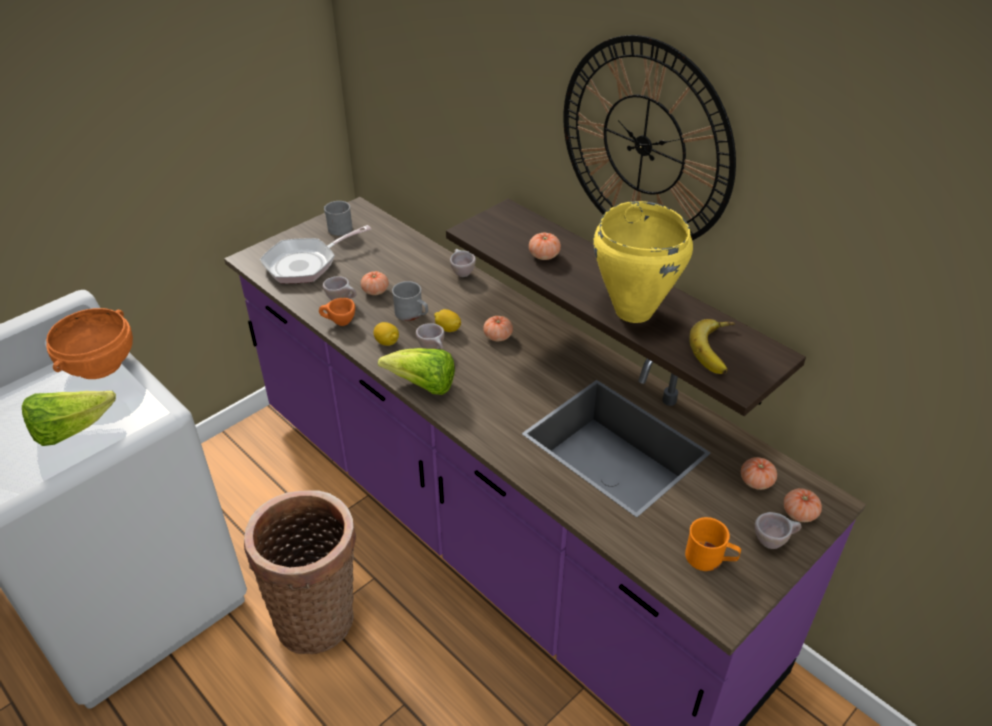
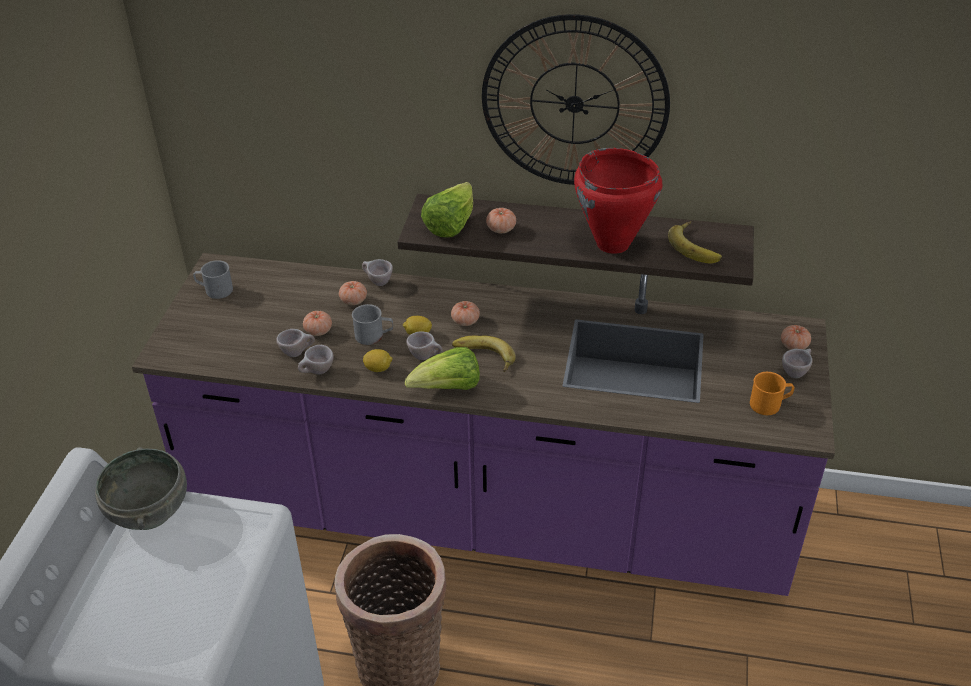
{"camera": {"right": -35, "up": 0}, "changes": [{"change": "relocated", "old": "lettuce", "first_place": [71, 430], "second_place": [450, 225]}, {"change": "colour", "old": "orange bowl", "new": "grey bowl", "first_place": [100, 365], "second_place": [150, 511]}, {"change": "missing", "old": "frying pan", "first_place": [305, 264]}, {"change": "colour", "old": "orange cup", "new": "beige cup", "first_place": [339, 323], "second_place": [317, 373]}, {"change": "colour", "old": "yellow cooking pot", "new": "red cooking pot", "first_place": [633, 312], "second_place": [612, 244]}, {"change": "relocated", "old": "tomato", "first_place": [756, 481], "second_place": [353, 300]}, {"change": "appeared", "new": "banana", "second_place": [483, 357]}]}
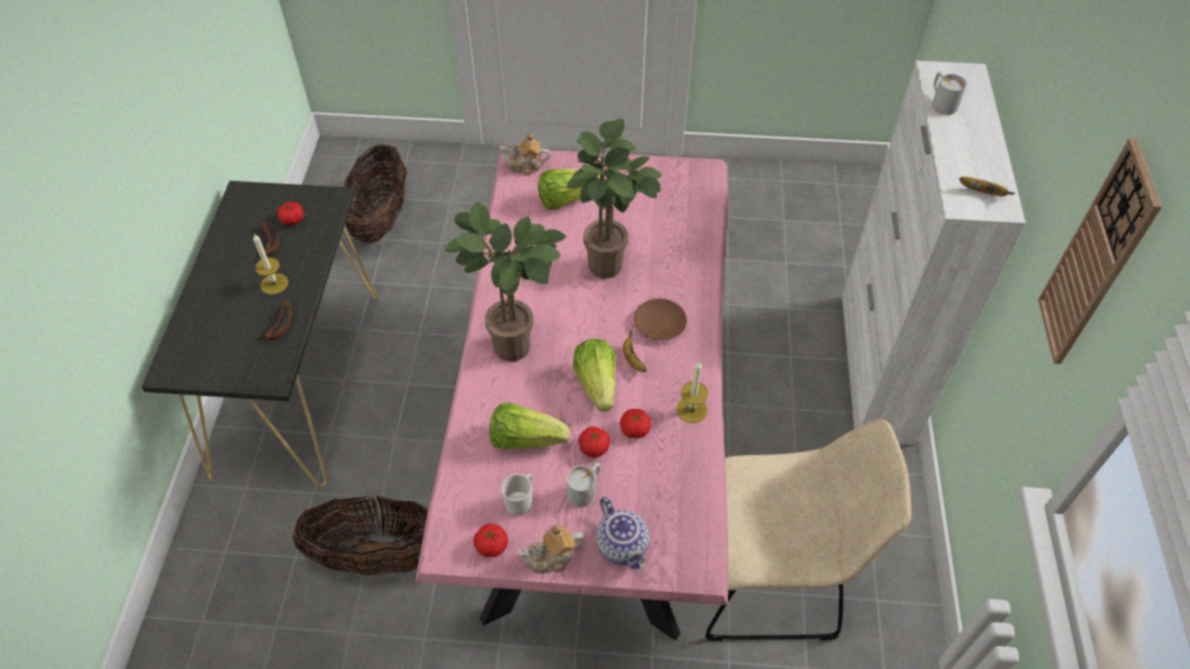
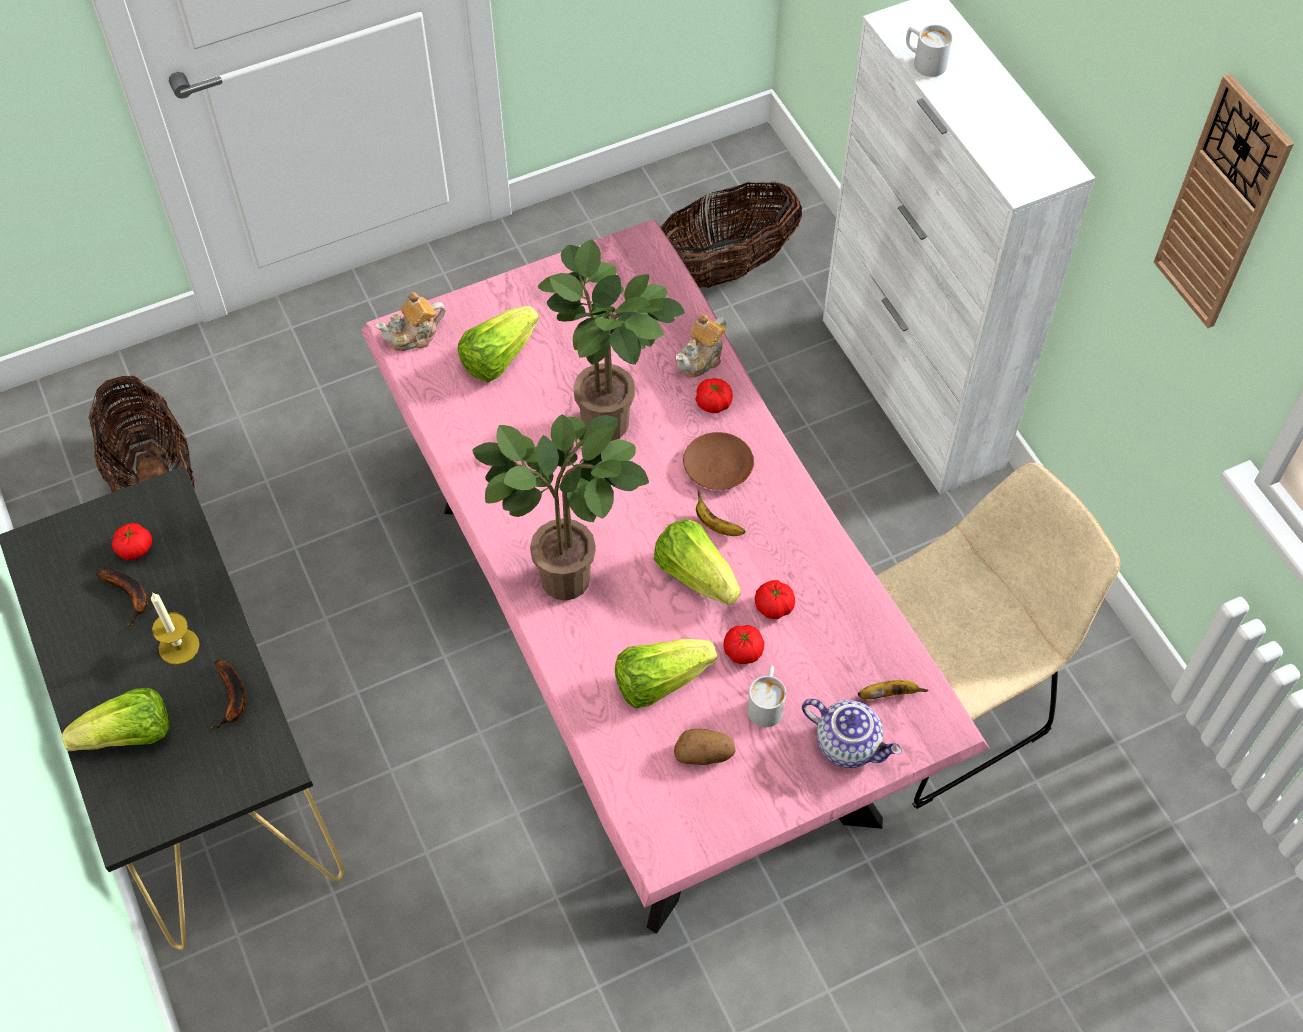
{"camera": {"right": -30, "up": 5}, "changes": [{"change": "relocated", "old": "basket", "first_place": [379, 556], "second_place": [723, 268]}, {"change": "relocated", "old": "tomato", "first_place": [491, 545], "second_place": [713, 403]}, {"change": "exchanged", "old": "mug", "new": "potato", "first_place": [520, 501], "second_place": [704, 754]}, {"change": "relocated", "old": "teapot", "first_place": [552, 557], "second_place": [701, 358]}, {"change": "missing", "old": "candle", "first_place": [691, 409]}, {"change": "relocated", "old": "banana", "first_place": [982, 193], "second_place": [889, 694]}, {"change": "appeared", "new": "lettuce", "second_place": [129, 736]}]}
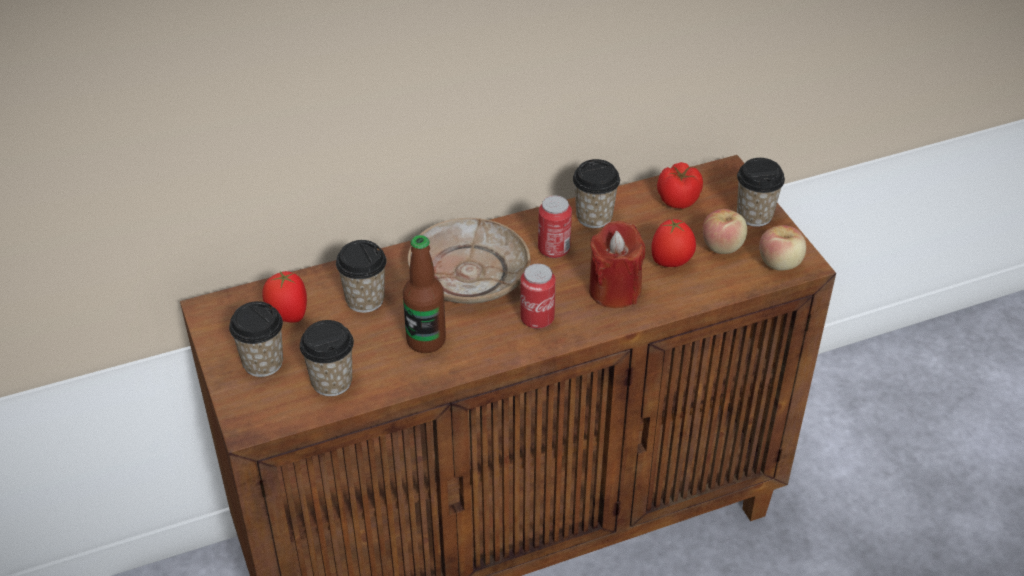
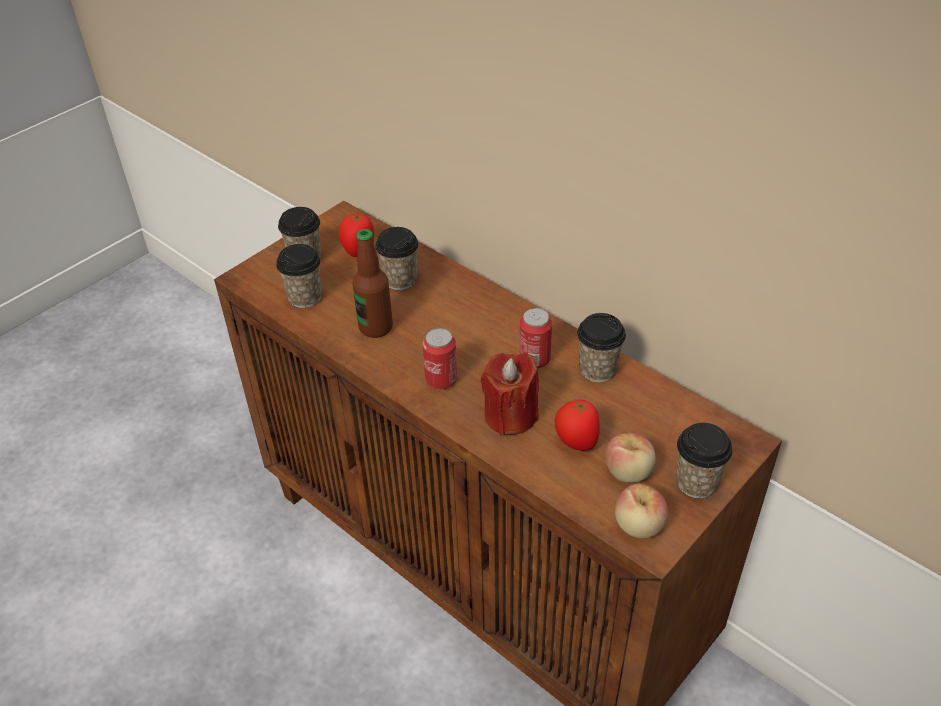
{"camera": {"right": 65, "up": 0}, "changes": [{"change": "missing", "old": "beige plate", "first_place": [469, 274]}, {"change": "missing", "old": "tomato", "first_place": [679, 199]}]}
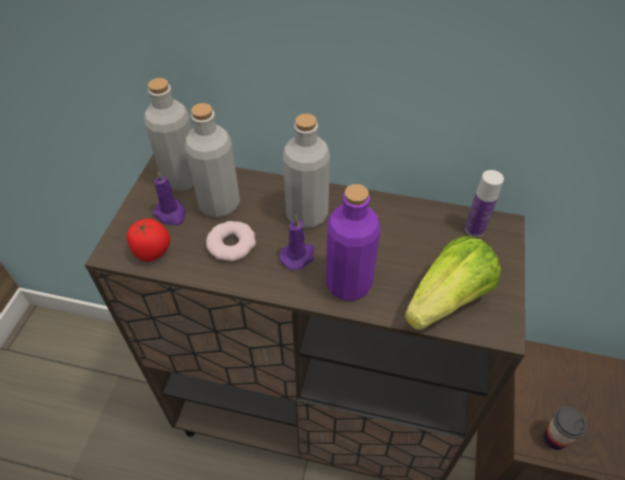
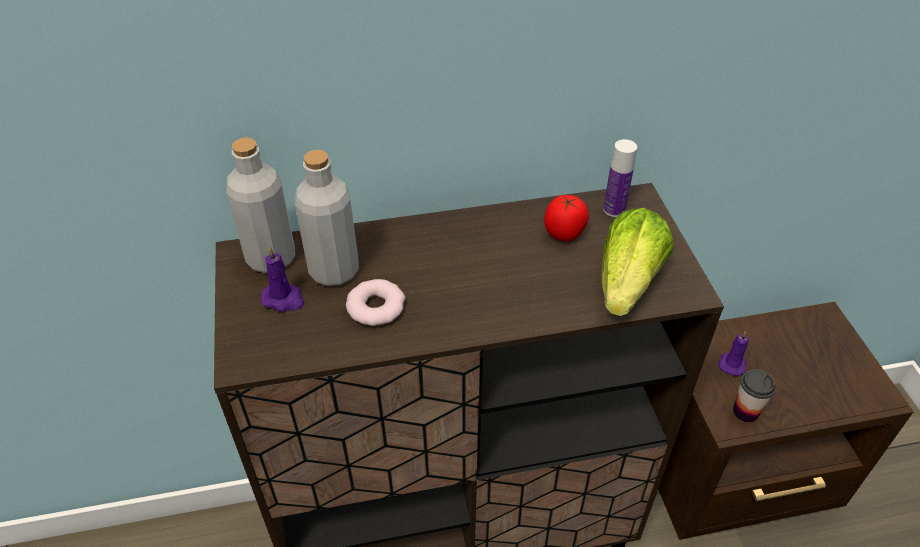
{"camera": {"right": -25, "up": -5}, "changes": [{"change": "relocated", "old": "tomato", "first_place": [153, 253], "second_place": [564, 234]}, {"change": "relocated", "old": "purple candle", "first_place": [298, 256], "second_place": [732, 363]}, {"change": "missing", "old": "grey bottle", "first_place": [307, 214]}, {"change": "missing", "old": "purple bottle", "first_place": [348, 283]}]}
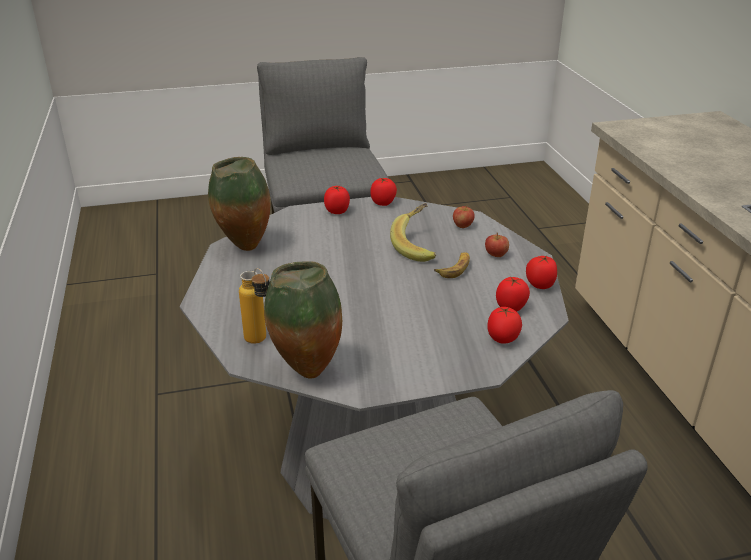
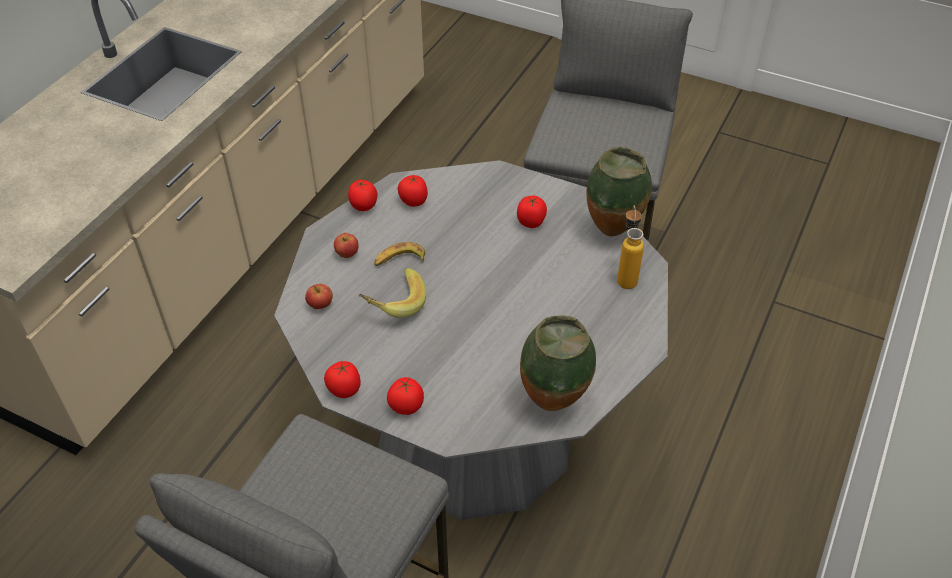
{"camera": {"right": -140, "up": 15}, "changes": [{"change": "relocated", "old": "tomato", "first_place": [502, 340], "second_place": [531, 222]}]}
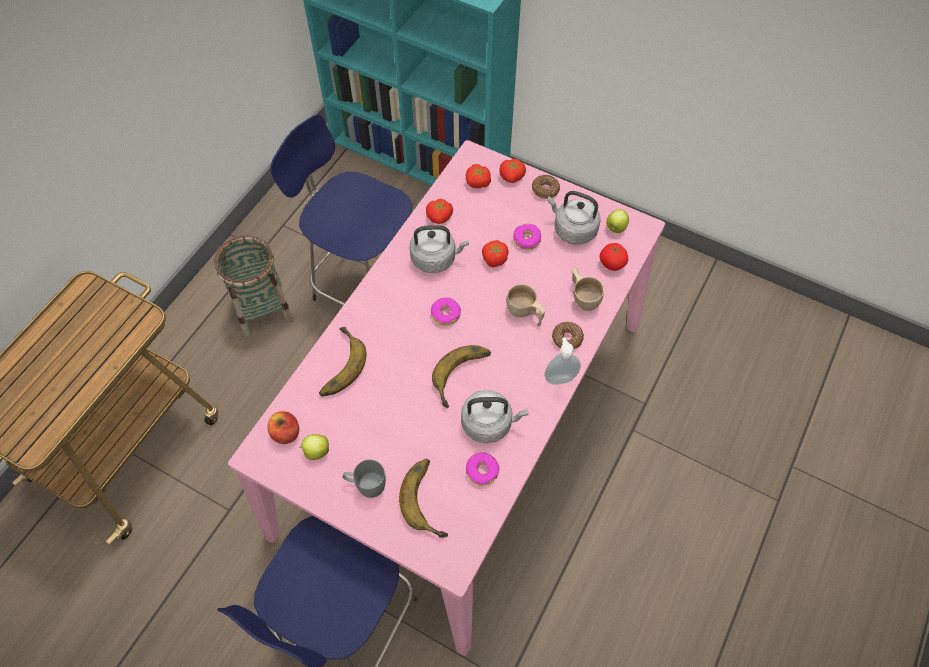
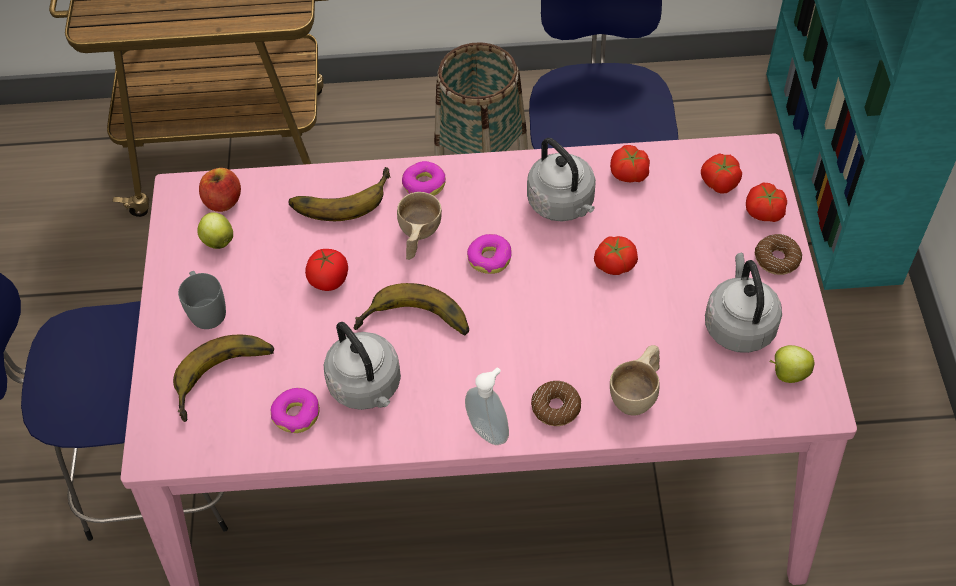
{"camera": {"right": 60, "up": -5}, "changes": [{"change": "relocated", "old": "beige cup", "first_place": [524, 313], "second_place": [417, 237]}, {"change": "relocated", "old": "donut", "first_place": [526, 239], "second_place": [424, 184]}, {"change": "relocated", "old": "tomato", "first_place": [612, 263], "second_place": [329, 280]}]}
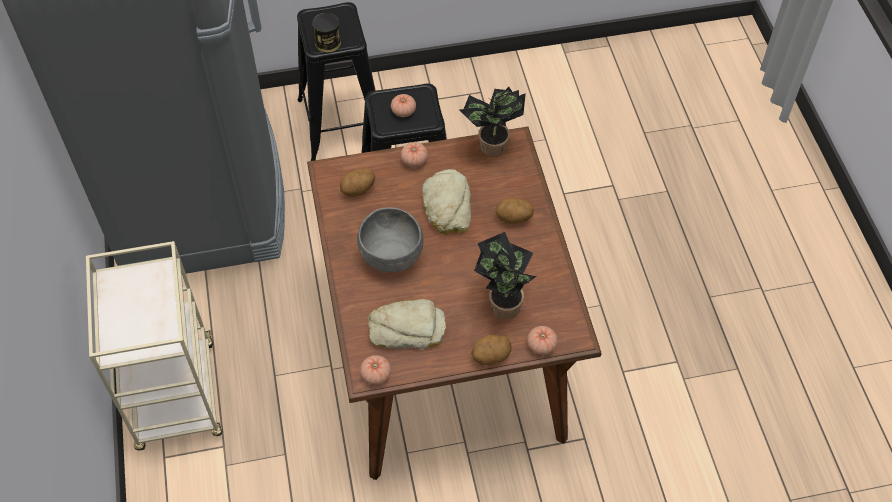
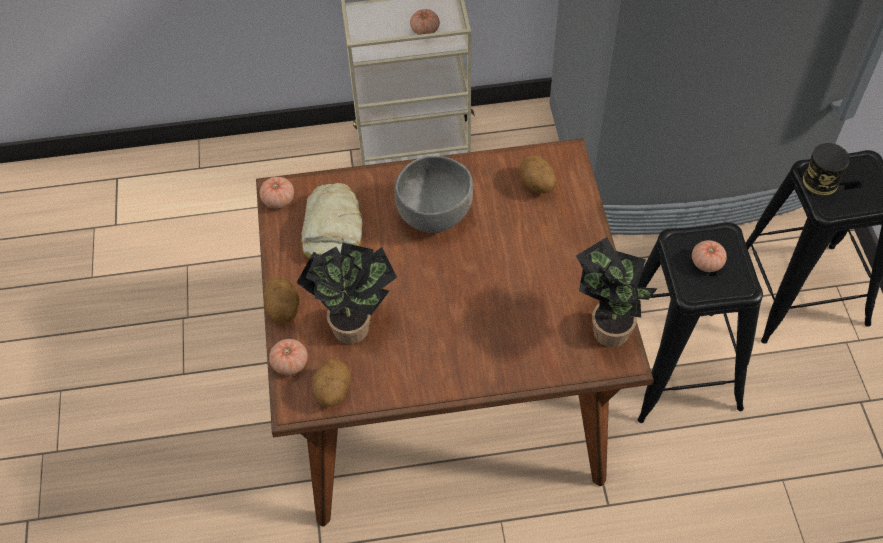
{"camera": {"right": 95, "up": 0}, "changes": [{"change": "relocated", "old": "tomato", "first_place": [414, 161], "second_place": [425, 30]}, {"change": "missing", "old": "bread", "first_place": [447, 207]}, {"change": "relocated", "old": "potato", "first_place": [513, 219], "second_place": [332, 391]}]}
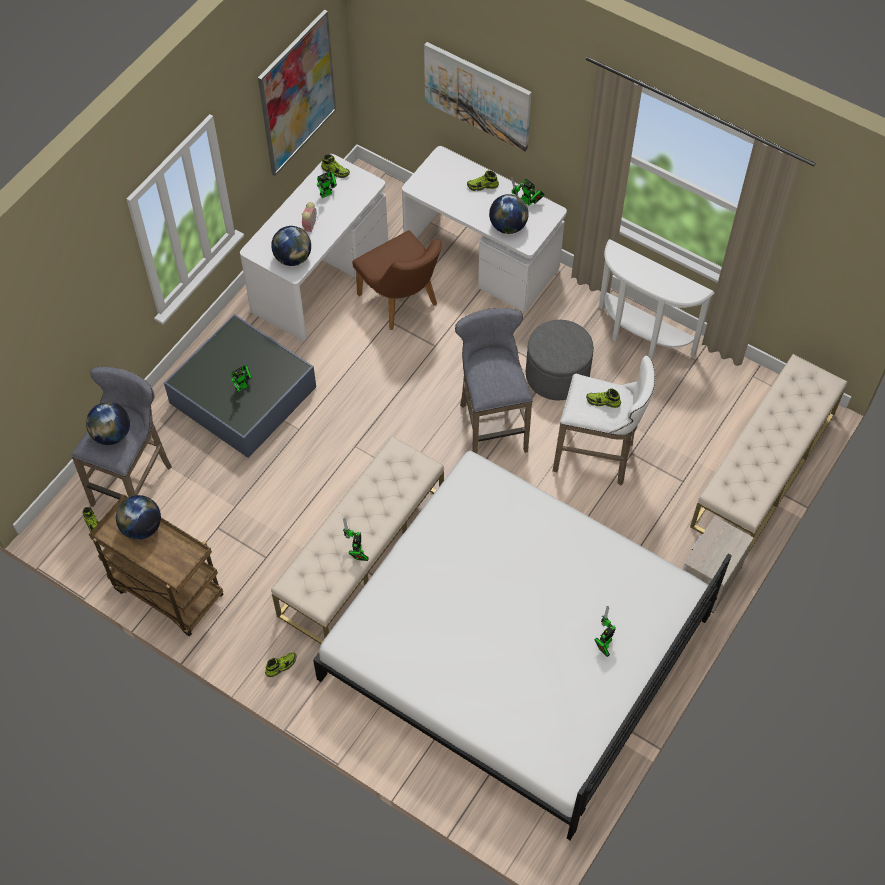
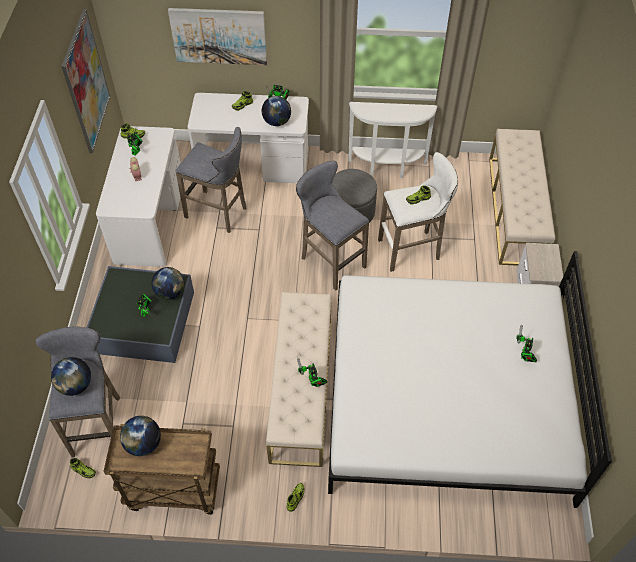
{"camera": {"right": -30, "up": -5}, "changes": [{"change": "relocated", "old": "globe", "first_place": [293, 258], "second_place": [170, 292]}, {"change": "exchanged", "old": "brown chair", "new": "grey stool", "first_place": [402, 303], "second_place": [219, 213]}]}
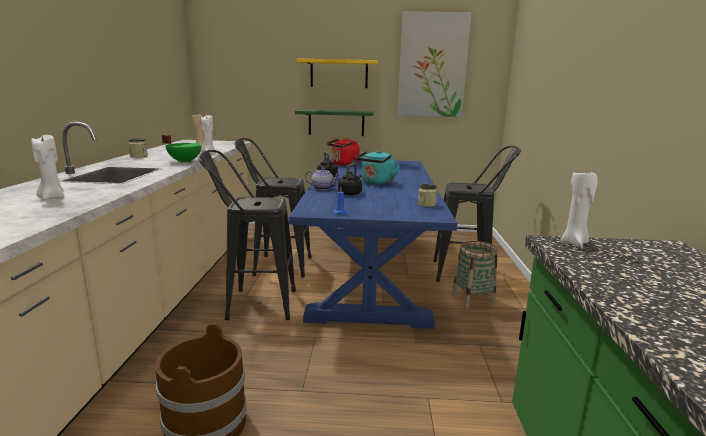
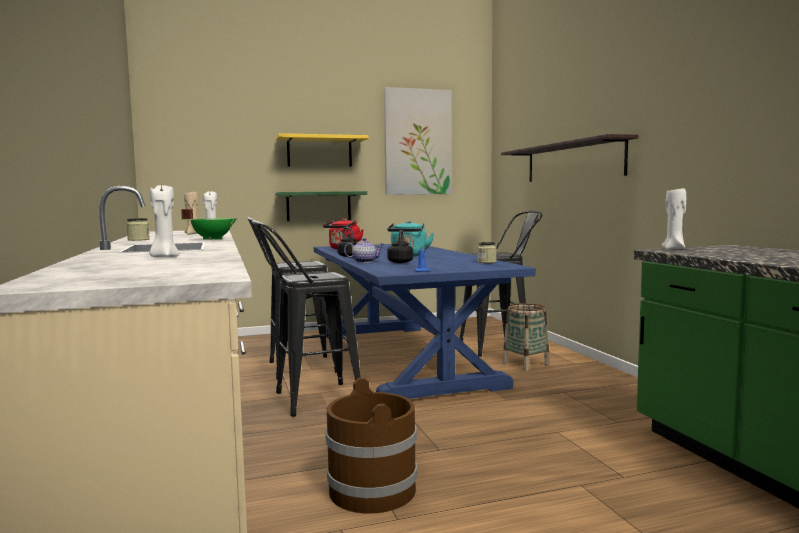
{"camera": {"right": -20, "up": -10}, "changes": [{"change": "appeared", "new": "shelf", "second_place": [572, 162]}]}
